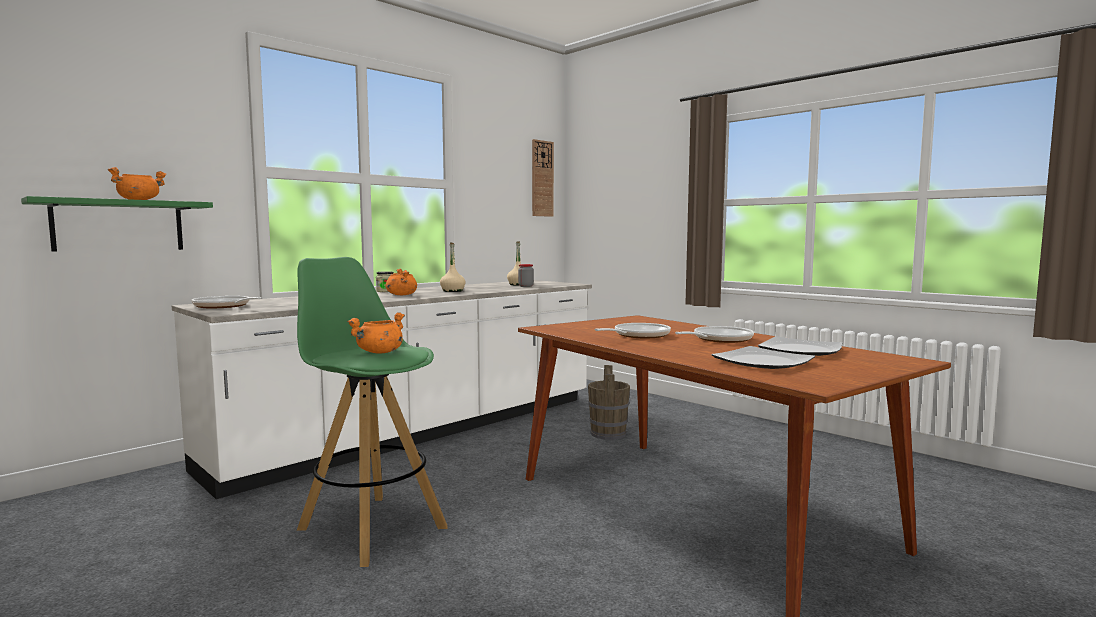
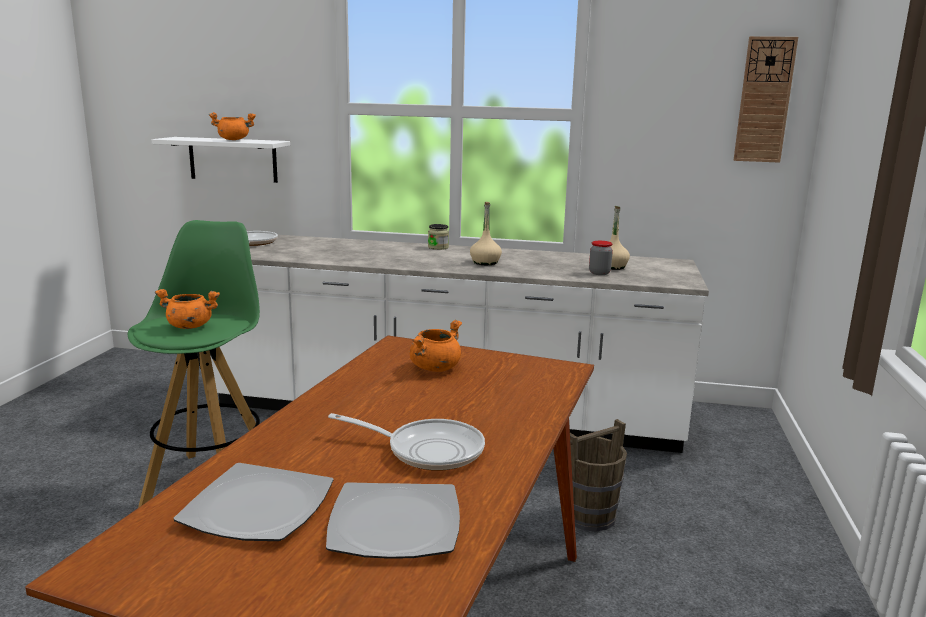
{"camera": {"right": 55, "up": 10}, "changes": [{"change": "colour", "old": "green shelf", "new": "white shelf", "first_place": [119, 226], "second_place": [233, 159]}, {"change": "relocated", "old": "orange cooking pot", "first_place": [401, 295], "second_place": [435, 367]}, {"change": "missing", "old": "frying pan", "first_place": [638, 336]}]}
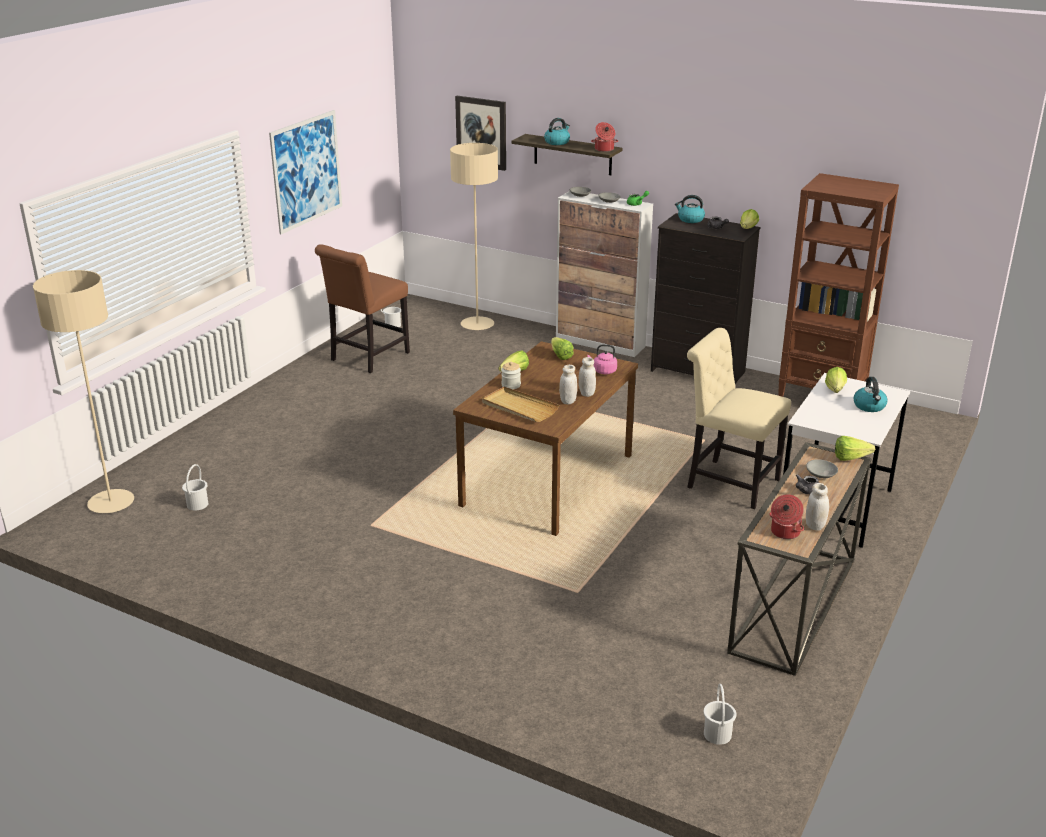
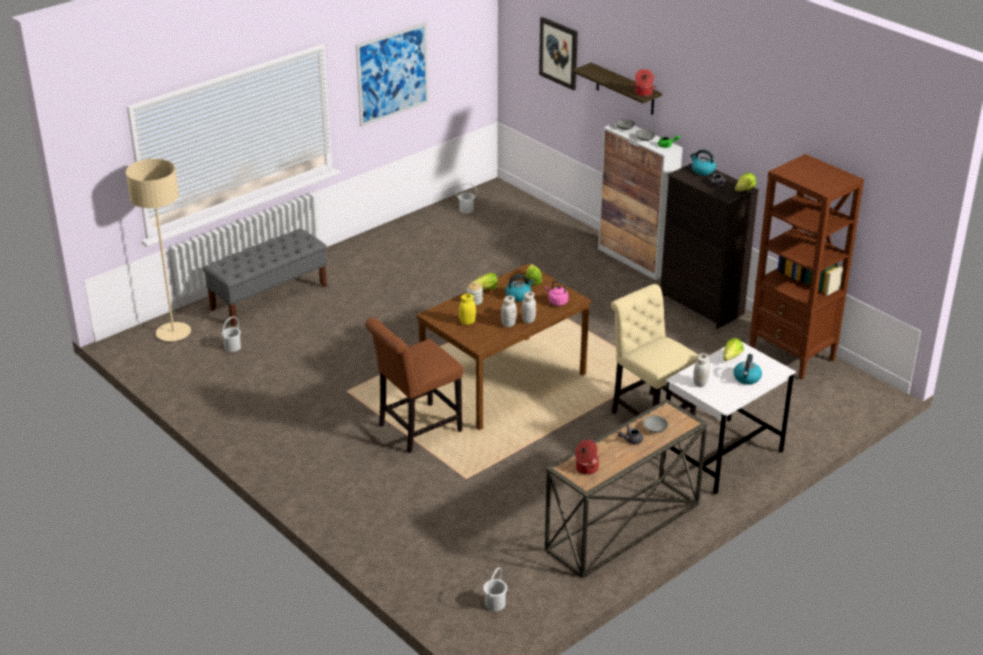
{"camera": {"right": 20, "up": 5}, "changes": [{"change": "relocated", "old": "brown chair", "first_place": [367, 358], "second_place": [416, 430]}, {"change": "missing", "old": "beige floor lamp", "first_place": [477, 325]}, {"change": "exchanged", "old": "beige tray", "new": "yellow jar", "first_place": [519, 407], "second_place": [467, 322]}, {"change": "relocated", "old": "kettle", "first_place": [557, 142], "second_place": [518, 296]}, {"change": "relocated", "old": "white jar", "first_place": [815, 526], "second_place": [700, 383]}, {"change": "missing", "old": "lettuce", "first_place": [854, 459]}, {"change": "appeared", "new": "grey bench", "second_place": [269, 297]}]}
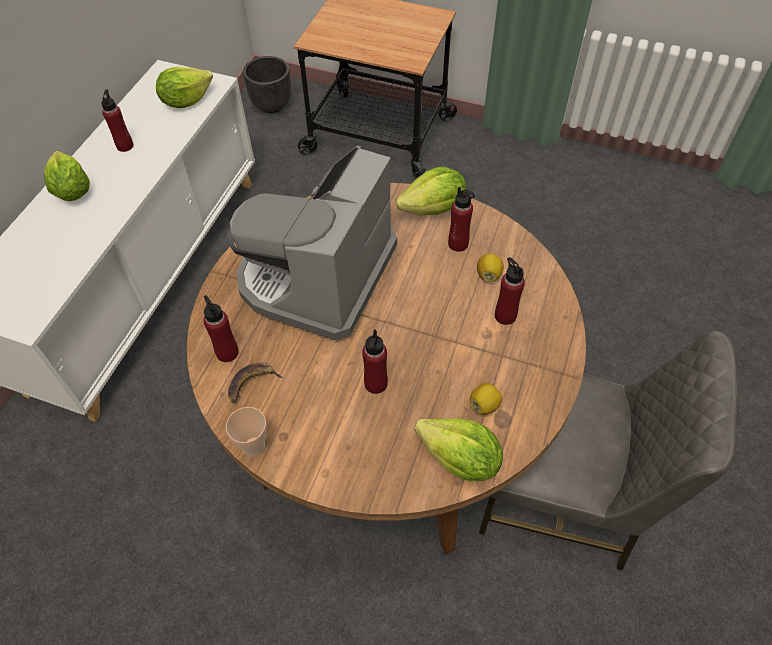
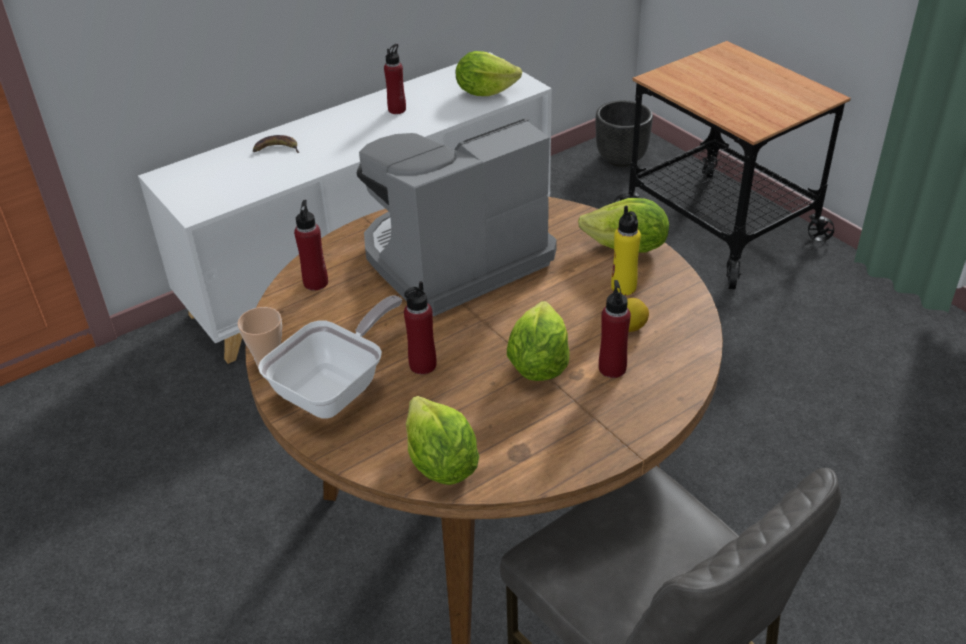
{"camera": {"right": 35, "up": -15}, "changes": [{"change": "relocated", "old": "lettuce", "first_place": [72, 191], "second_place": [538, 364]}, {"change": "relocated", "old": "banana", "first_place": [251, 384], "second_place": [276, 149]}, {"change": "colour", "old": "red bottle", "new": "yellow bottle", "first_place": [458, 244], "second_place": [623, 287]}, {"change": "missing", "old": "lemon", "first_place": [484, 405]}, {"change": "appeared", "new": "frying pan", "second_place": [336, 389]}]}
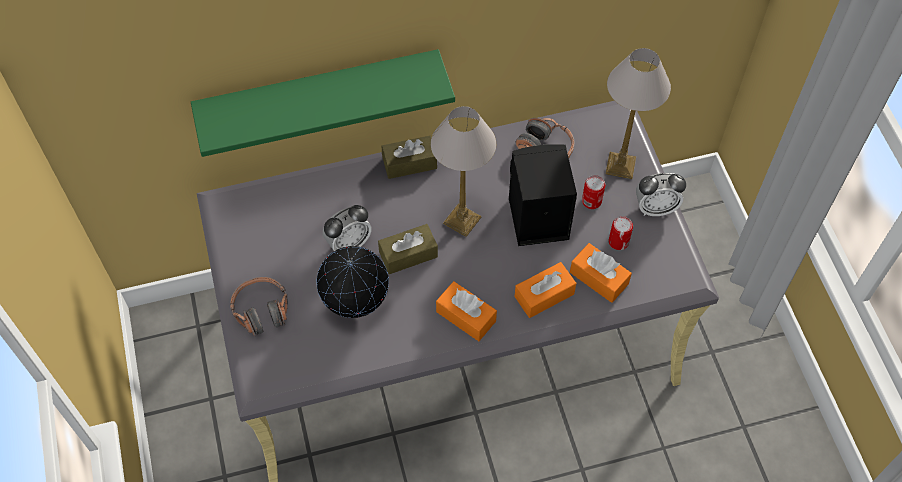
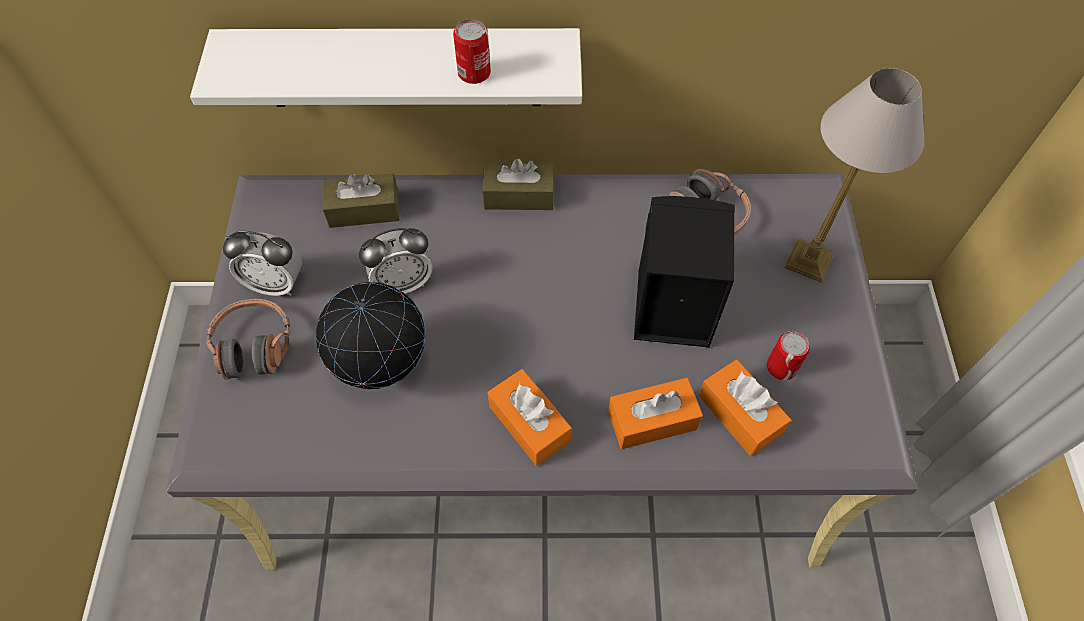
{"camera": {"right": 15, "up": 0}, "changes": [{"change": "colour", "old": "green shelf", "new": "white shelf", "first_place": [319, 96], "second_place": [402, 68]}, {"change": "relocated", "old": "brown tissue box", "first_place": [408, 254], "second_place": [364, 210]}, {"change": "missing", "old": "table lamp", "first_place": [462, 219]}, {"change": "relocated", "old": "can", "first_place": [591, 201], "second_place": [474, 73]}, {"change": "relocated", "old": "alarm clock", "first_place": [655, 208], "second_place": [276, 284]}]}
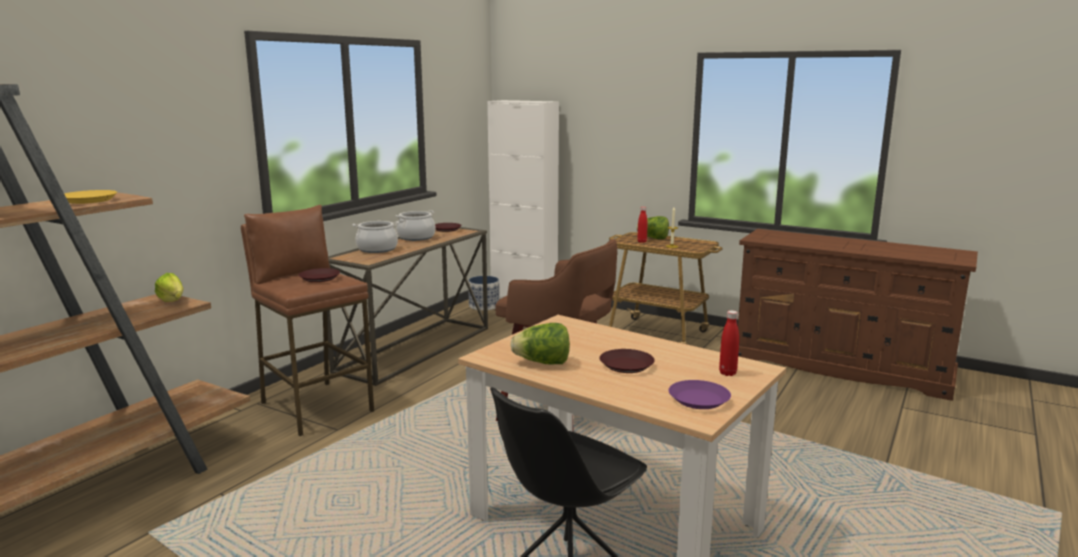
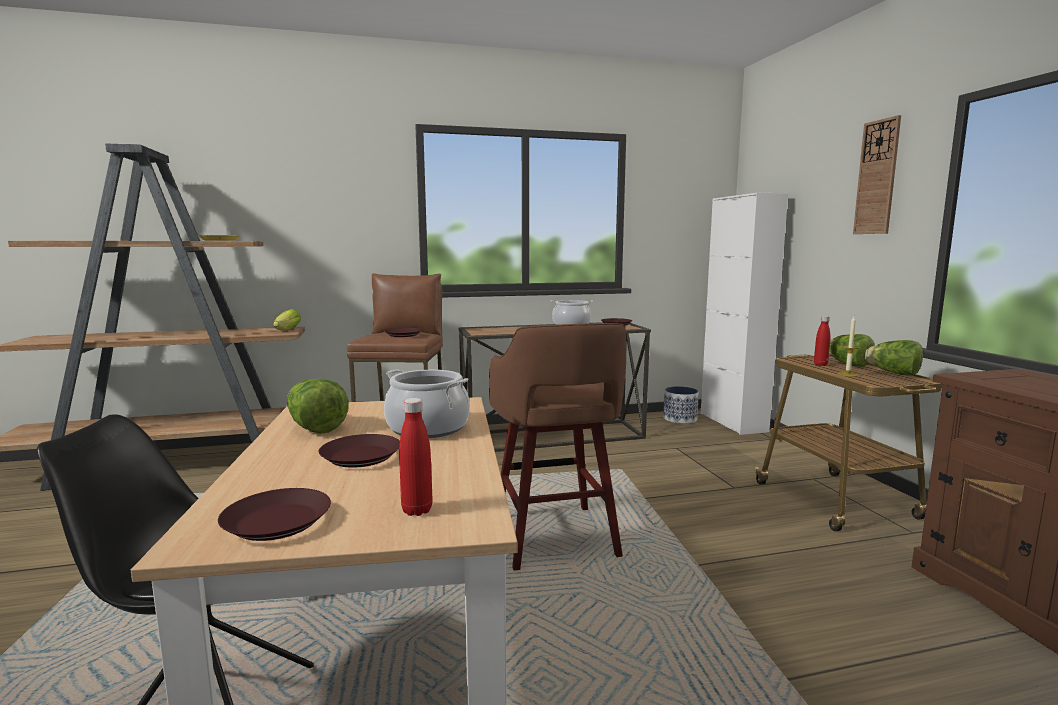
{"camera": {"right": 45, "up": -5}, "changes": [{"change": "relocated", "old": "cooking pot", "first_place": [377, 249], "second_place": [428, 428]}, {"change": "colour", "old": "purple plate", "new": "brown plate", "first_place": [699, 399], "second_place": [278, 522]}, {"change": "appeared", "new": "wall clock", "second_place": [877, 177]}, {"change": "appeared", "new": "lettuce", "second_place": [894, 373]}]}
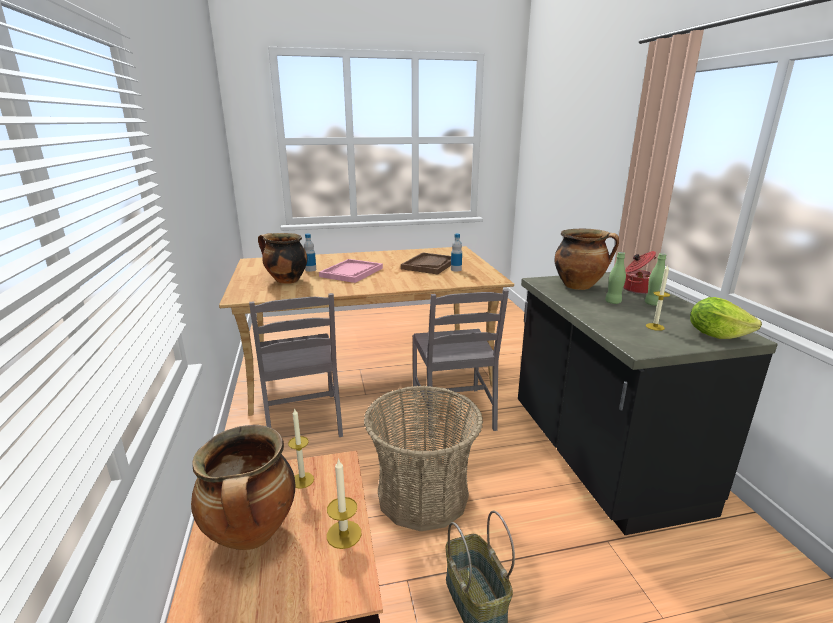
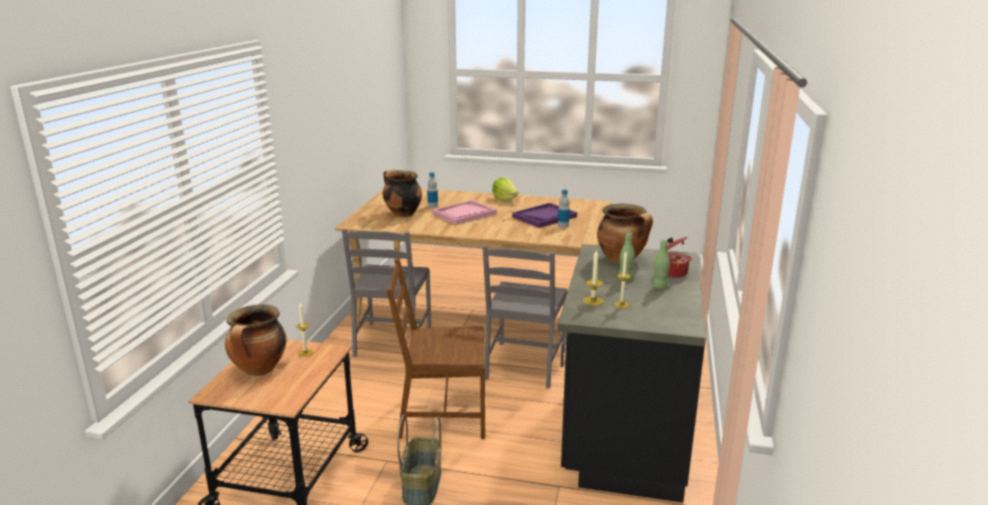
{"camera": {"right": 25, "up": 0}, "changes": [{"change": "relocated", "old": "candle", "first_place": [344, 534], "second_place": [593, 301]}, {"change": "exchanged", "old": "basket", "new": "brown chair", "first_place": [422, 495], "second_place": [441, 416]}, {"change": "colour", "old": "brown tray", "new": "purple tray", "first_place": [429, 265], "second_place": [544, 217]}, {"change": "relocated", "old": "lettuce", "first_place": [716, 335], "second_place": [504, 199]}]}
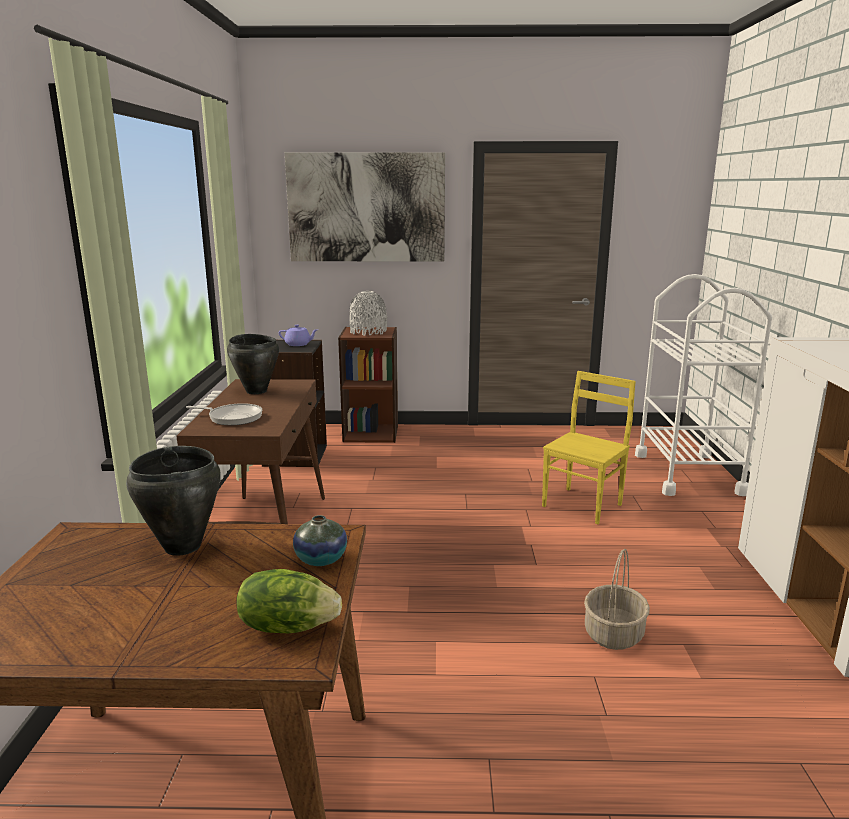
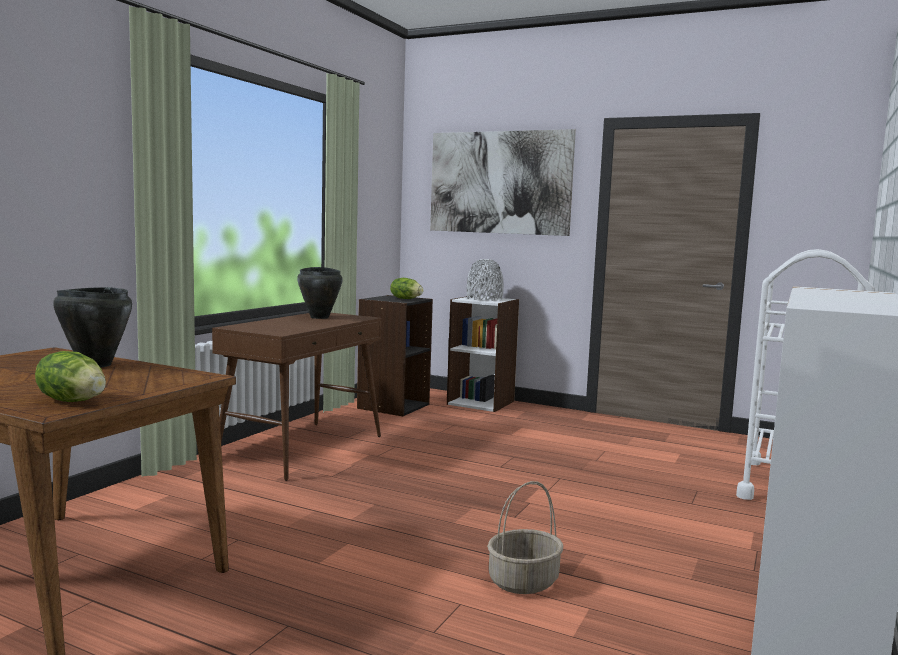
{"camera": {"right": 25, "up": -10}, "changes": [{"change": "missing", "old": "frying pan", "first_place": [232, 417]}, {"change": "exchanged", "old": "purple teapot", "new": "lettuce", "first_place": [298, 344], "second_place": [406, 299]}, {"change": "missing", "old": "vase", "first_place": [321, 559]}, {"change": "colour", "old": "brown bookcase", "new": "white bookcase", "first_place": [371, 433], "second_place": [481, 402]}, {"change": "missing", "old": "yellow chair", "first_place": [583, 505]}]}
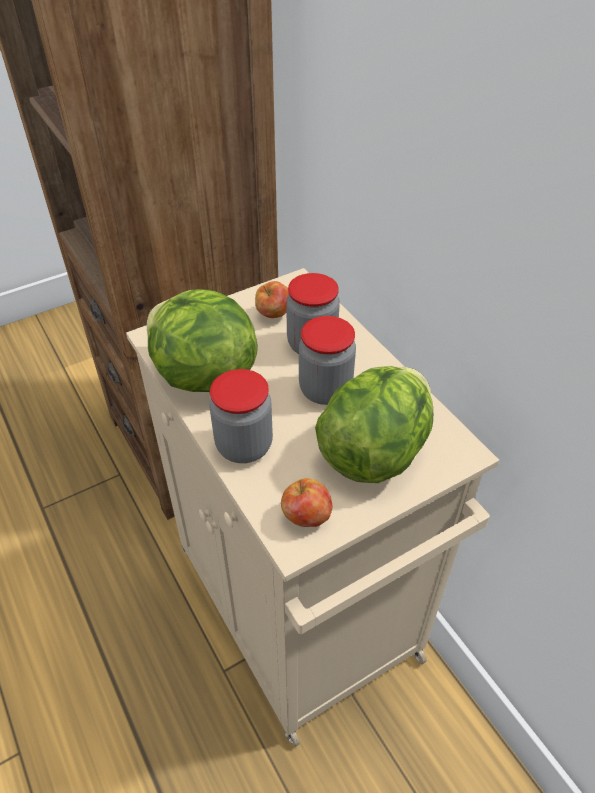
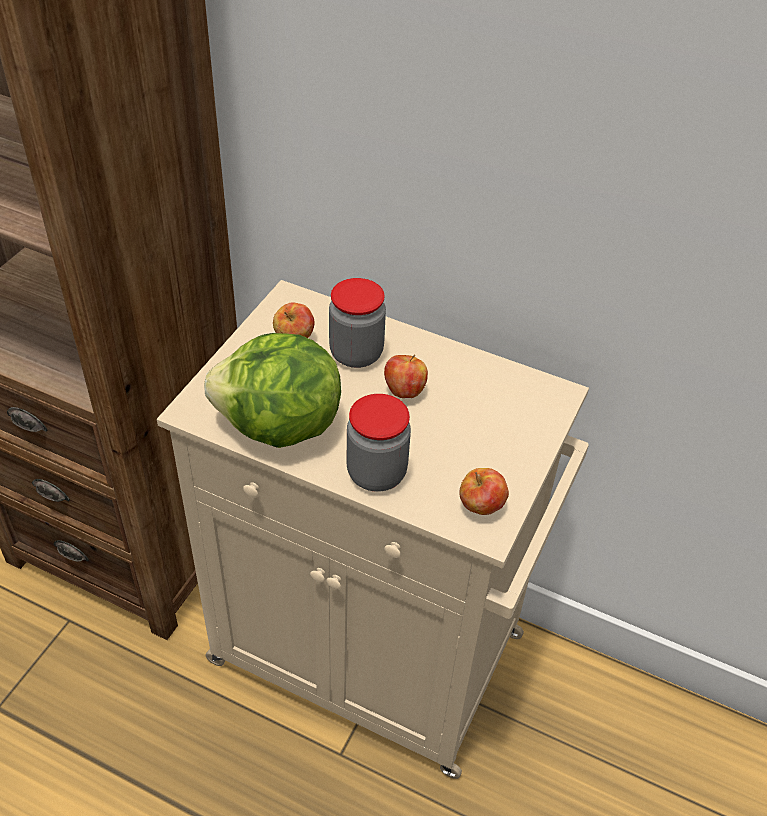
{"camera": {"right": -35, "up": 0}, "changes": [{"change": "exchanged", "old": "jar", "new": "apple", "first_place": [325, 390], "second_place": [404, 391]}, {"change": "missing", "old": "lettuce", "first_place": [374, 452]}]}
